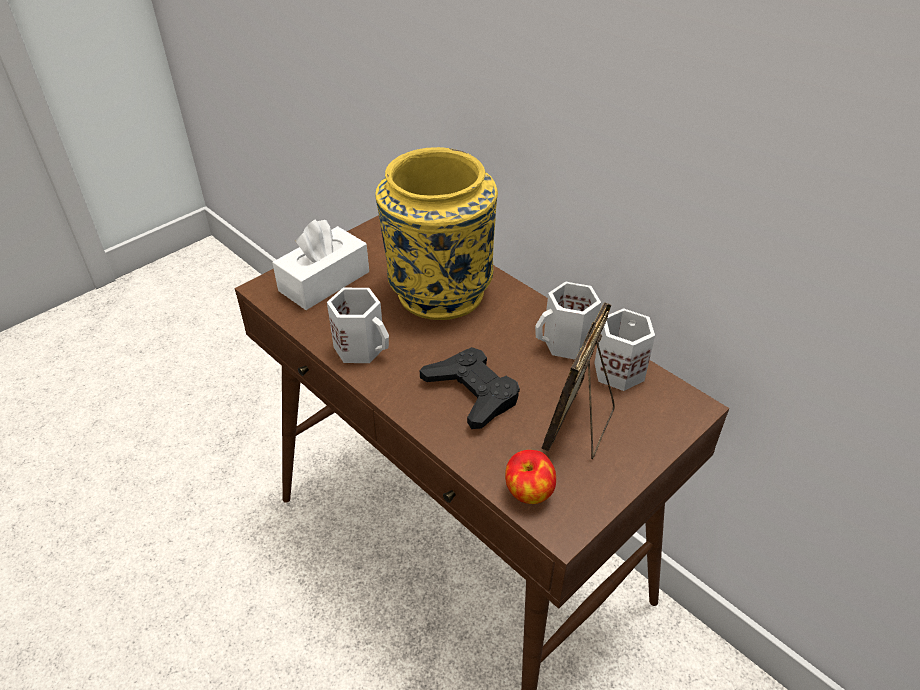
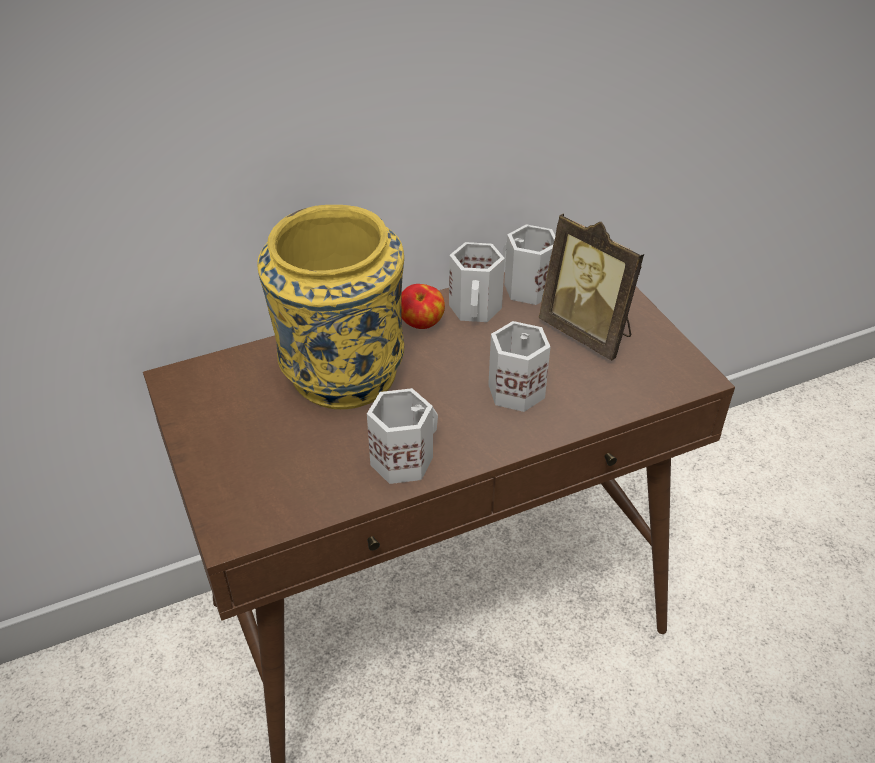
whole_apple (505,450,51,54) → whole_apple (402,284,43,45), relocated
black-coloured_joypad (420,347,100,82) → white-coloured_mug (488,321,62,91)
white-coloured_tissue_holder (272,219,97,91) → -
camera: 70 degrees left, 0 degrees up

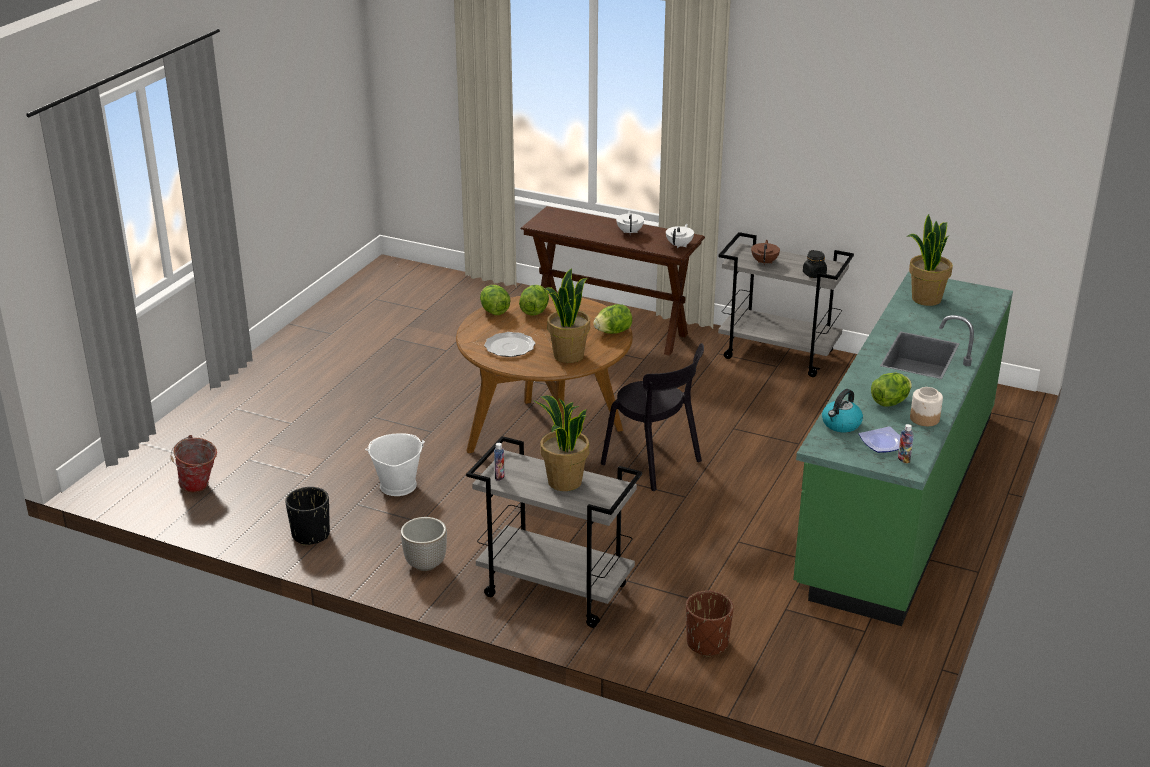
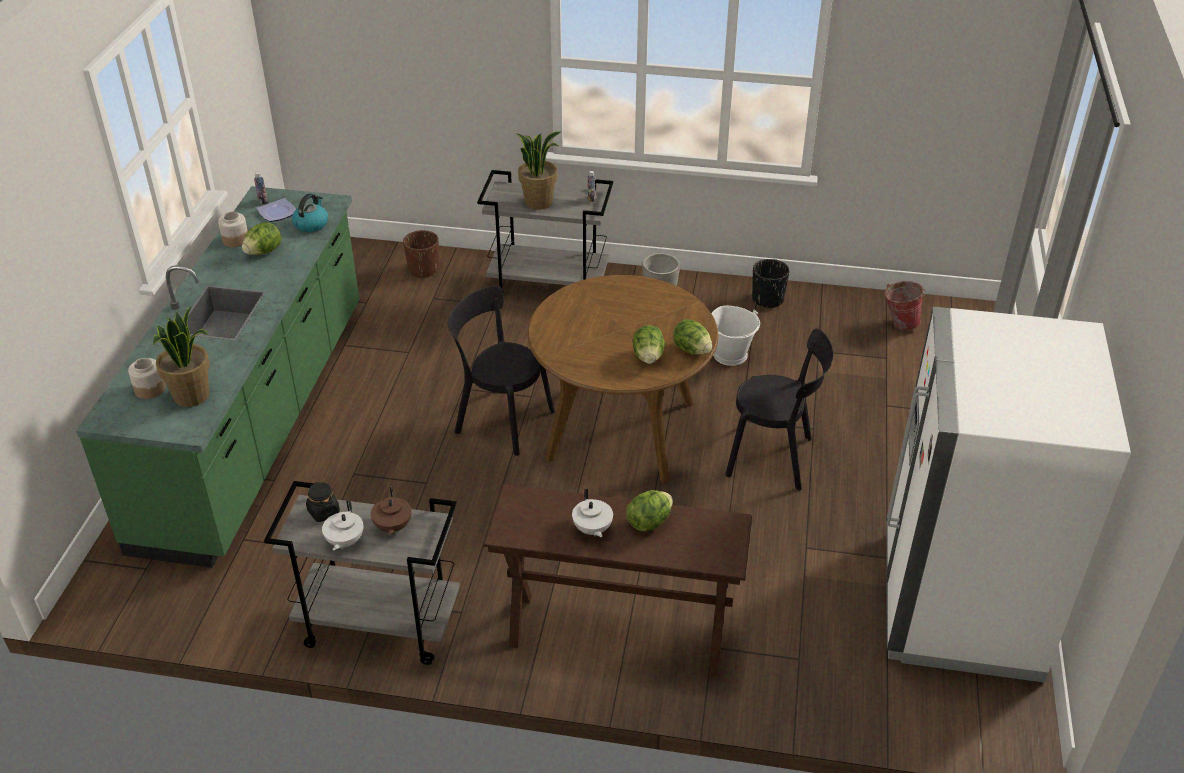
- → storage_jar (128,358,38,41)
white-coloured_pot_for_tea (666,224,28,25) → white-coloured_pot_for_tea (322,501,41,50), relocated
lettuce_head (593,304,39,30) → lettuce_head (626,490,47,42), relocated
- → black-coloured_chair (725,328,108,163)
- → white-coloured_refrigerator (886,306,245,377)
flat_dish (484,332,51,25) → -
plant_in_a_pot (544,268,46,95) → -
camera: 165 degrees right, 10 degrees up

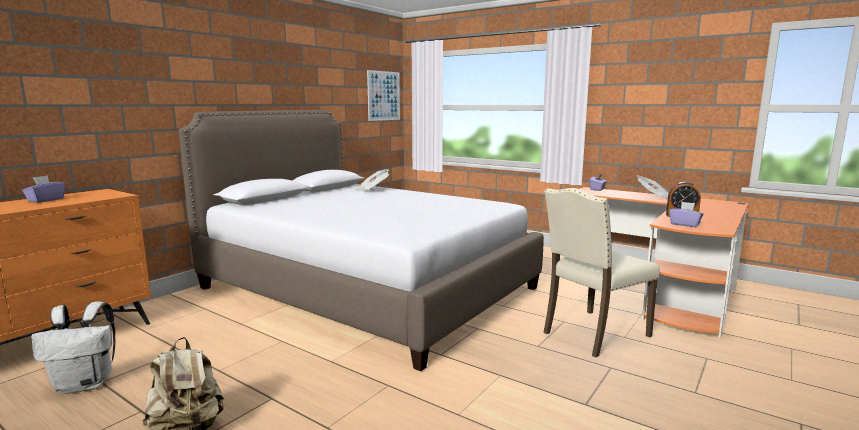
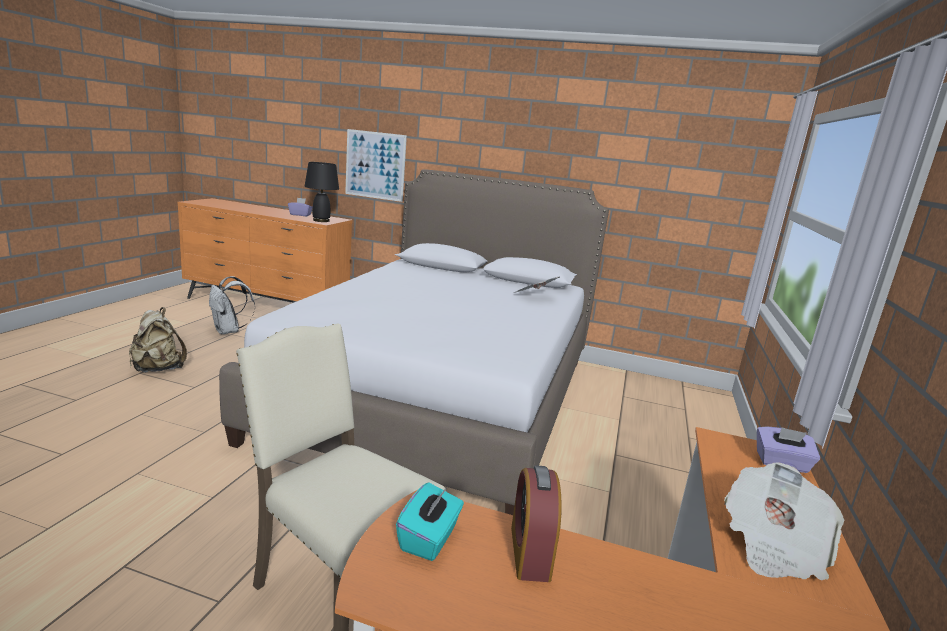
- → black-coloured_tabletop_lamp (304,162,35,60)
wall_art (367,70,33,51) → wall_art (345,129,62,73), relocated
purplish_tissue_holder (669,202,34,25) → turquoise_tissue_holder (396,482,68,79)
camera: 70 degrees right, 5 degrees up

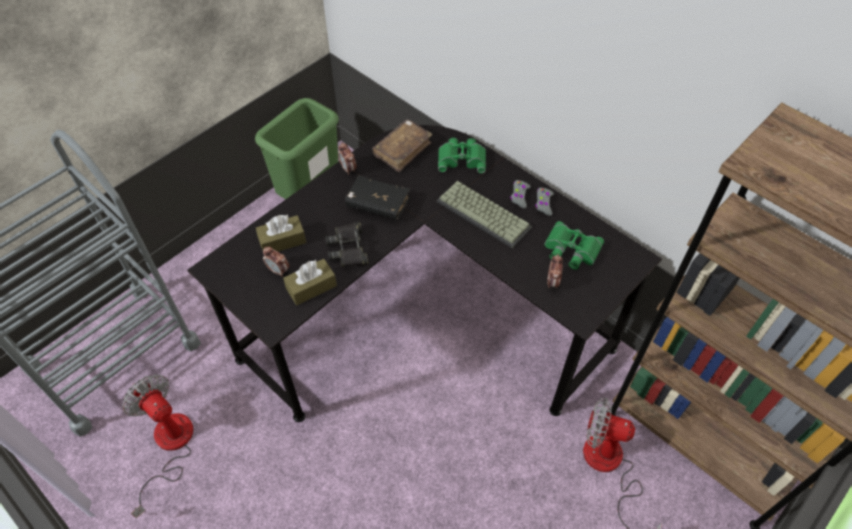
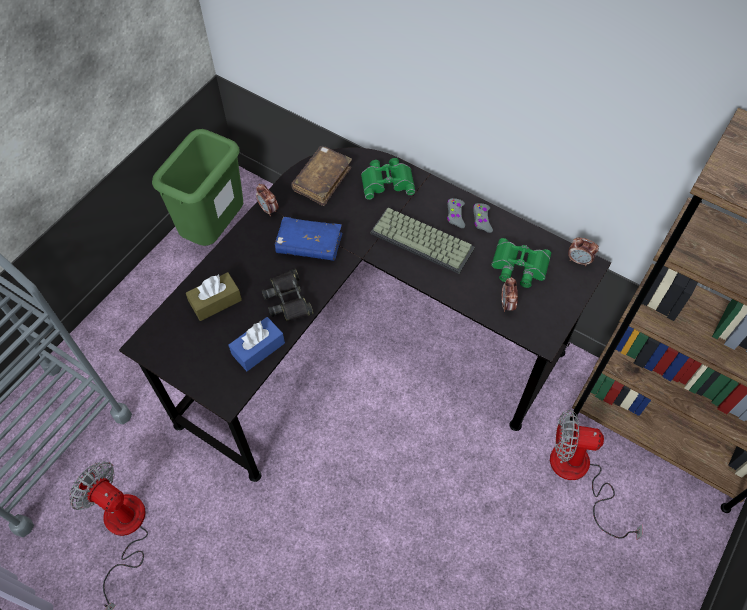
brownish_tissue_holder (283,259,54,46) → blue_tissue_holder (228,317,57,54)
black-coloured_book (345,175,66,45) → blue_book (275,217,67,44)
alarm_clock (263,247,26,30) → alarm_clock (568,237,31,29), relocated
camera: 10 degrees left, 5 degrees up

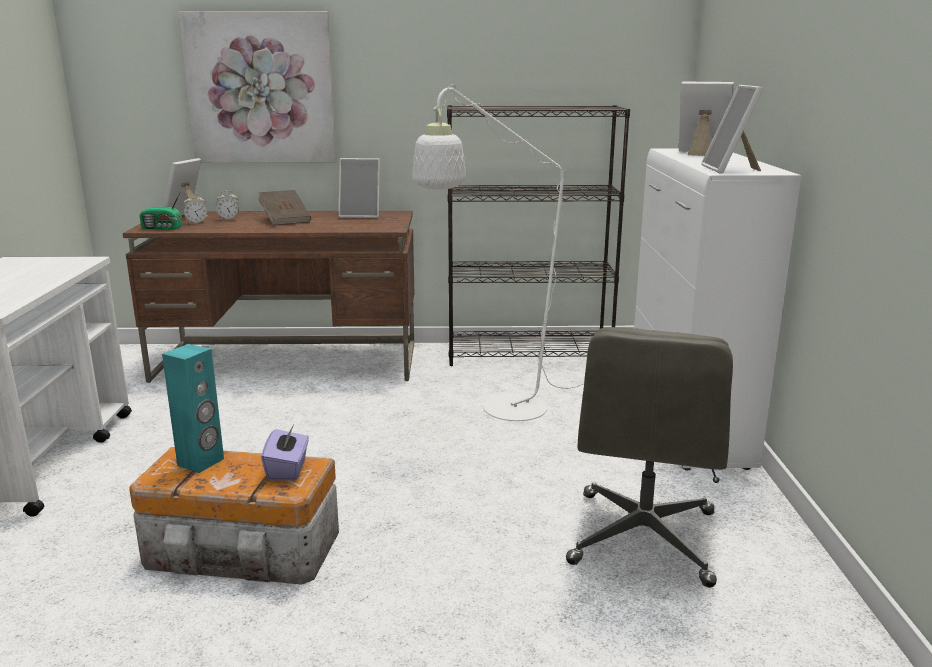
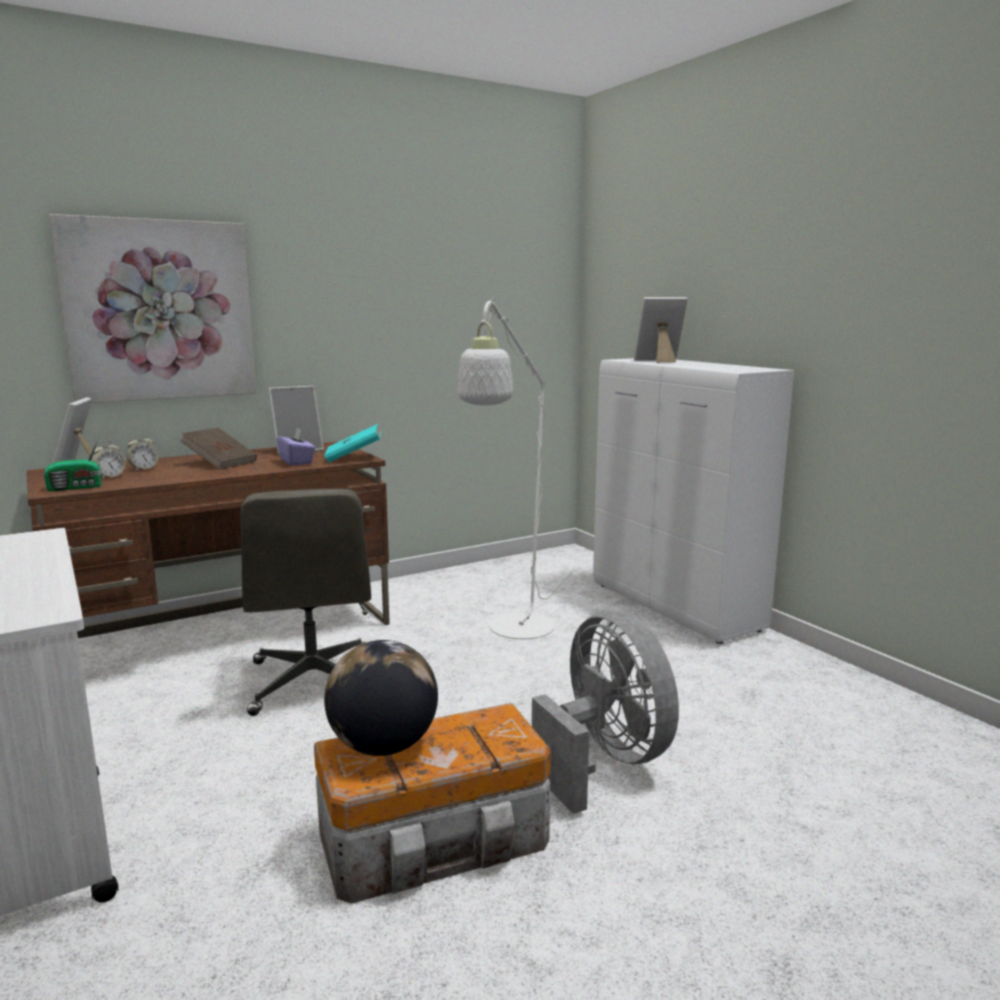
grey_computer_chair (566,327,167,261) → grey_computer_chair (241,489,130,227), relocated
purplish_tissue_holder (261,425,48,56) → purplish_tissue_holder (276,428,39,38), relocated
- → turquoise_book (324,424,58,39)
turquoise_loudspeaker (162,344,62,129) → world_globe (324,640,114,116)
- → grey_cooling_fan (532,611,147,203)
black-coloured_shelving_unit (447,105,183,261) → -
picture_frame (702,85,61,89) → -
camera: 30 degrees left, 5 degrees down

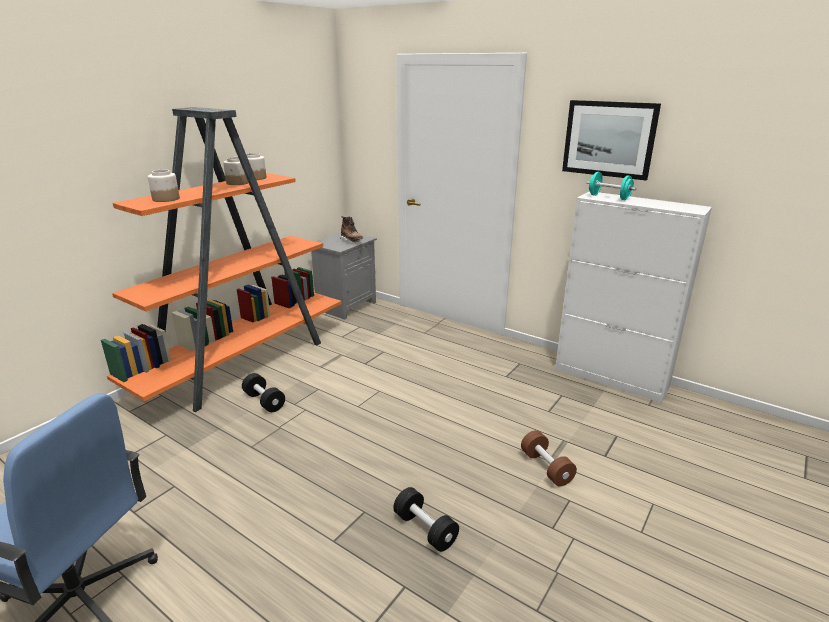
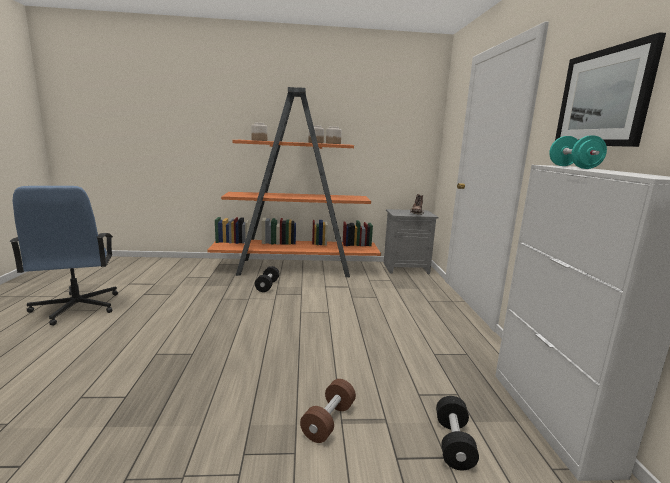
black-coloured_hand_weight (393,487,66,65) → black-coloured_hand_weight (436,396,43,75), relocated
camera: 50 degrees right, 10 degrees down

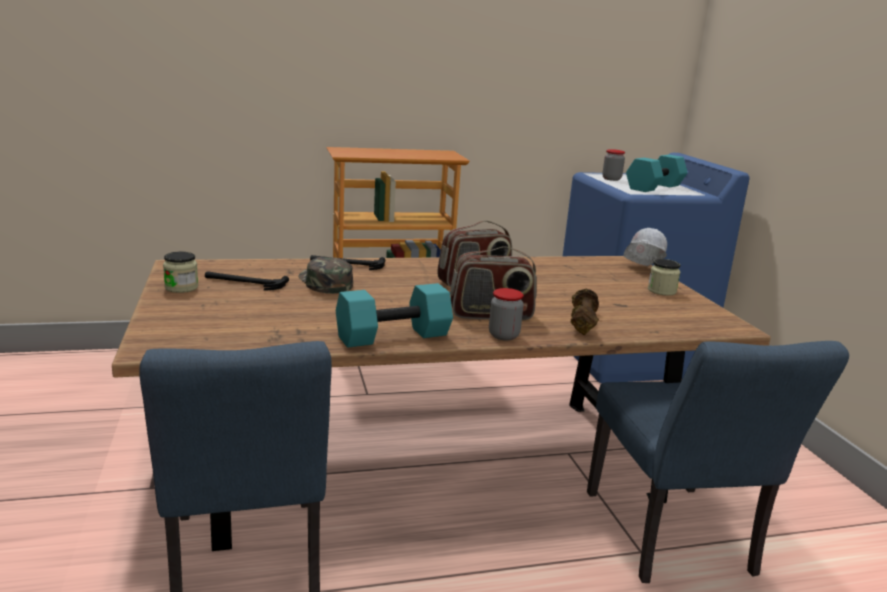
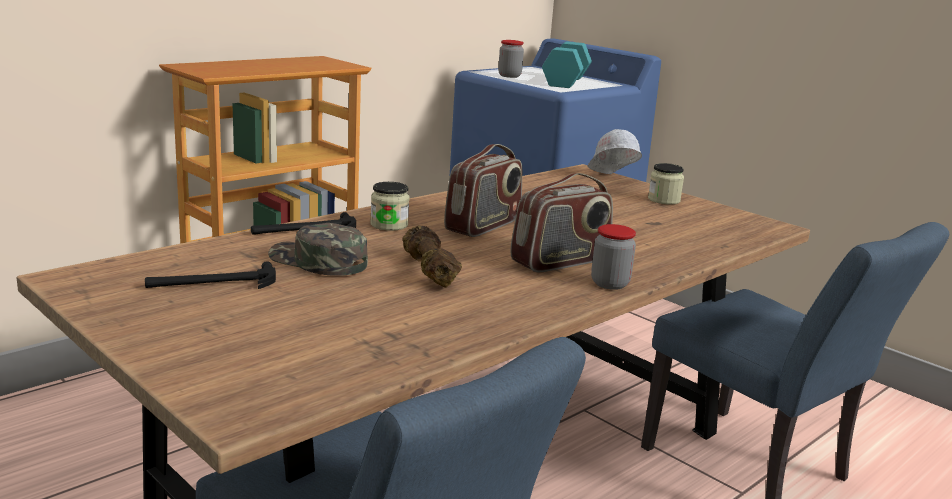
storage_jar (163,252,35,41) → storage_jar (370,182,40,49), relocated
brownish_hand_weight (571,289,28,46) → brownish_hand_weight (402,225,60,63), relocated
turquoise_hand_weight (336,283,117,65) → -
camera: 30 degrees left, 0 degrees up

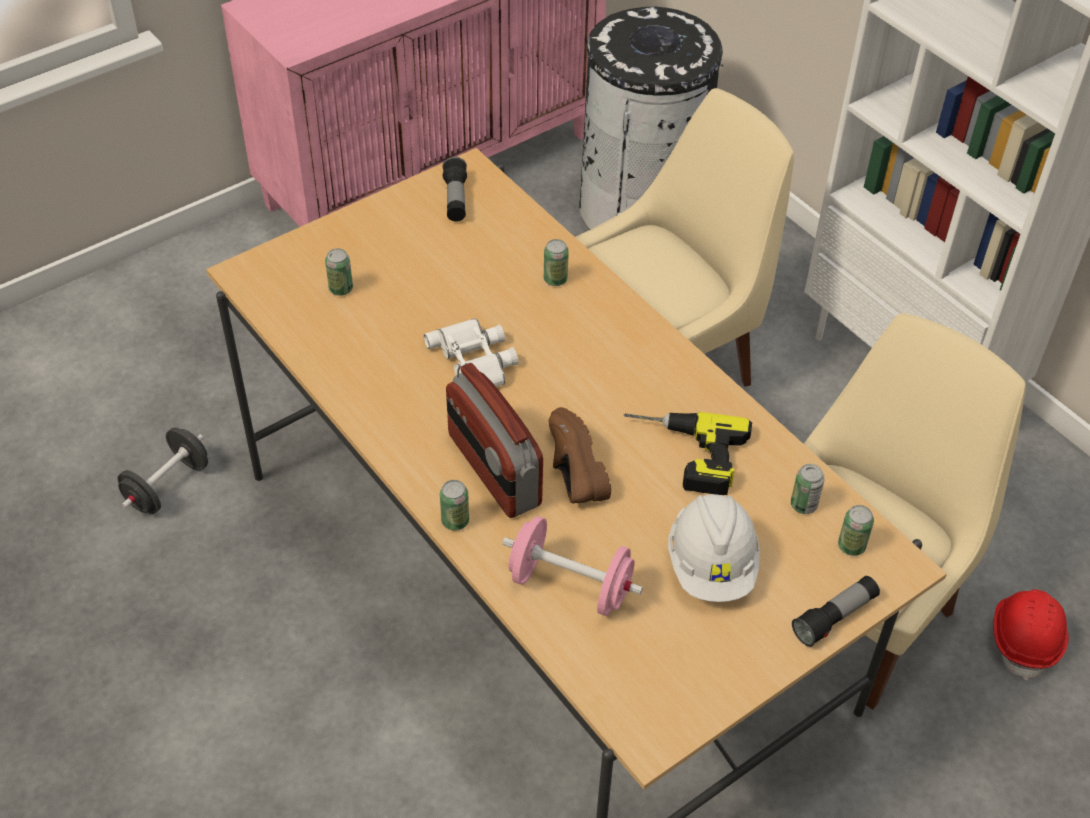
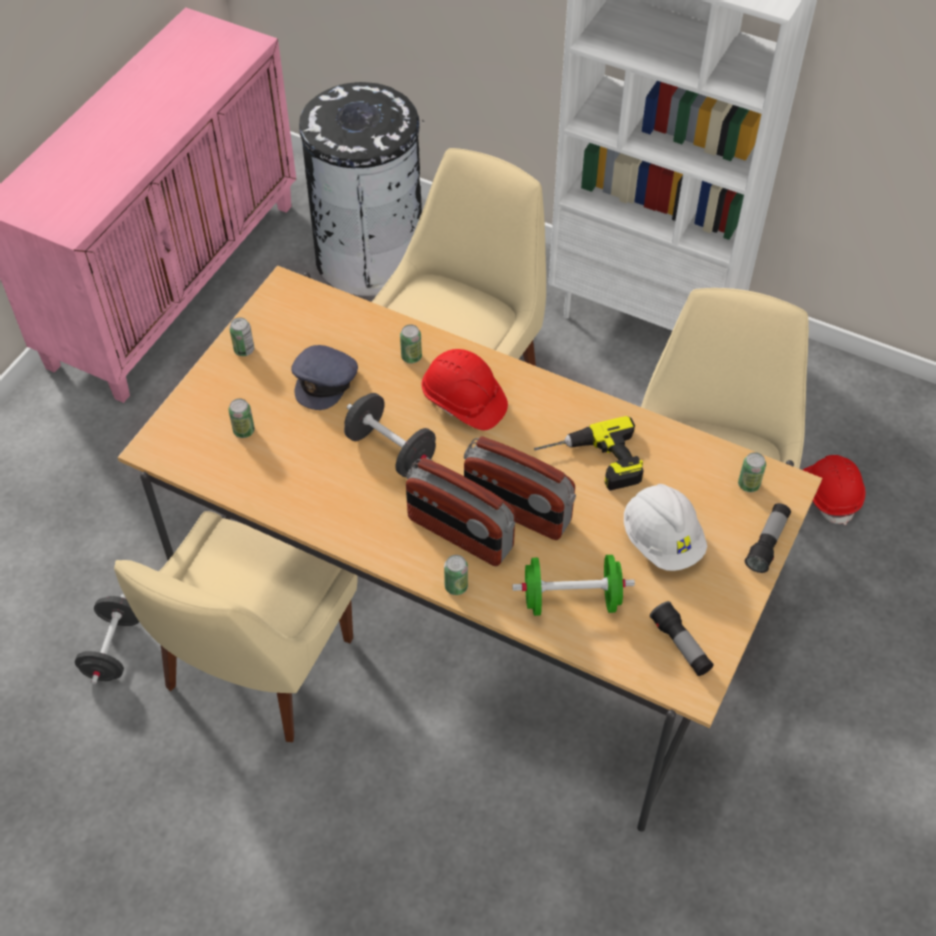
- → beige_chair (114,511,244,231)
can (791,464,34,50) → can (229,317,25,39), relocated
- → grey_peaked_cap (291,345,67,65)
white-coloured_pair_of_binoculars (424,318,95,69) → black-coloured_hand_weight (344,393,92,84)
- → red_work_helmet (422,349,86,81)
brownish_item_of_footwear (549,407,62,96) → radio (464,436,112,104)
pinkish_hand_weight (502,516,141,100) → green_hand_weight (512,555,123,61)
flashlight (443,157,24,65) → flashlight (650,601,64,75), relocated
camera: 25 degrees left, 5 degrees up

